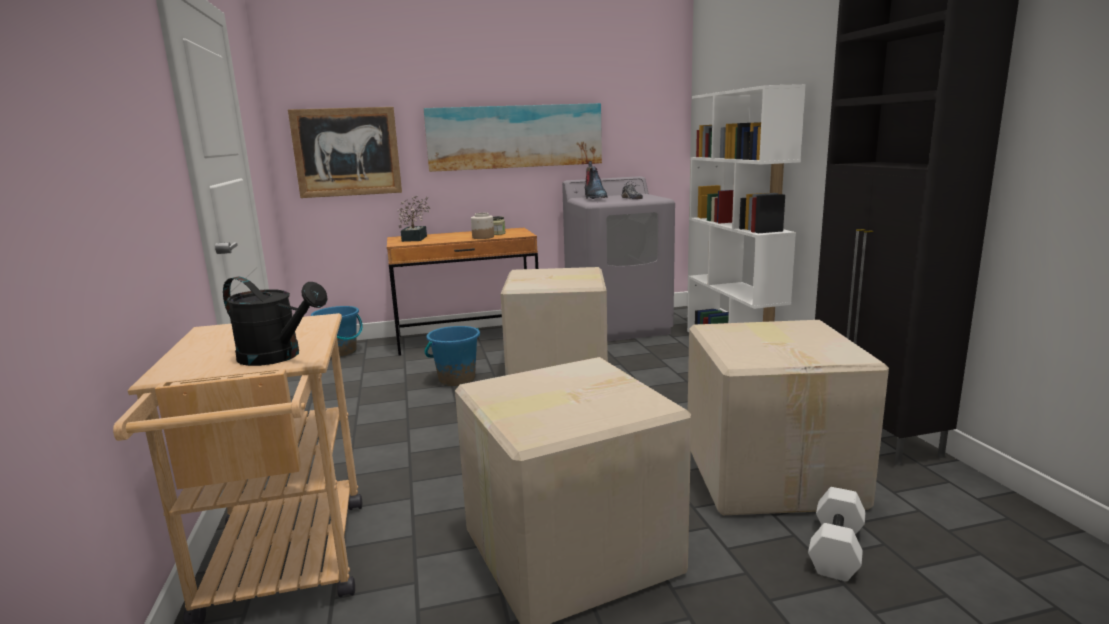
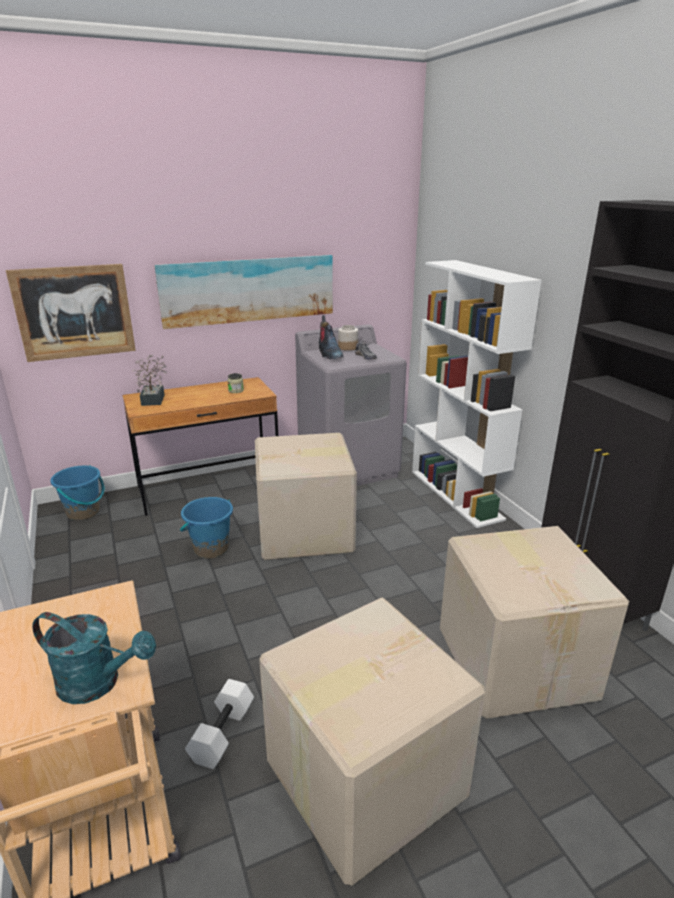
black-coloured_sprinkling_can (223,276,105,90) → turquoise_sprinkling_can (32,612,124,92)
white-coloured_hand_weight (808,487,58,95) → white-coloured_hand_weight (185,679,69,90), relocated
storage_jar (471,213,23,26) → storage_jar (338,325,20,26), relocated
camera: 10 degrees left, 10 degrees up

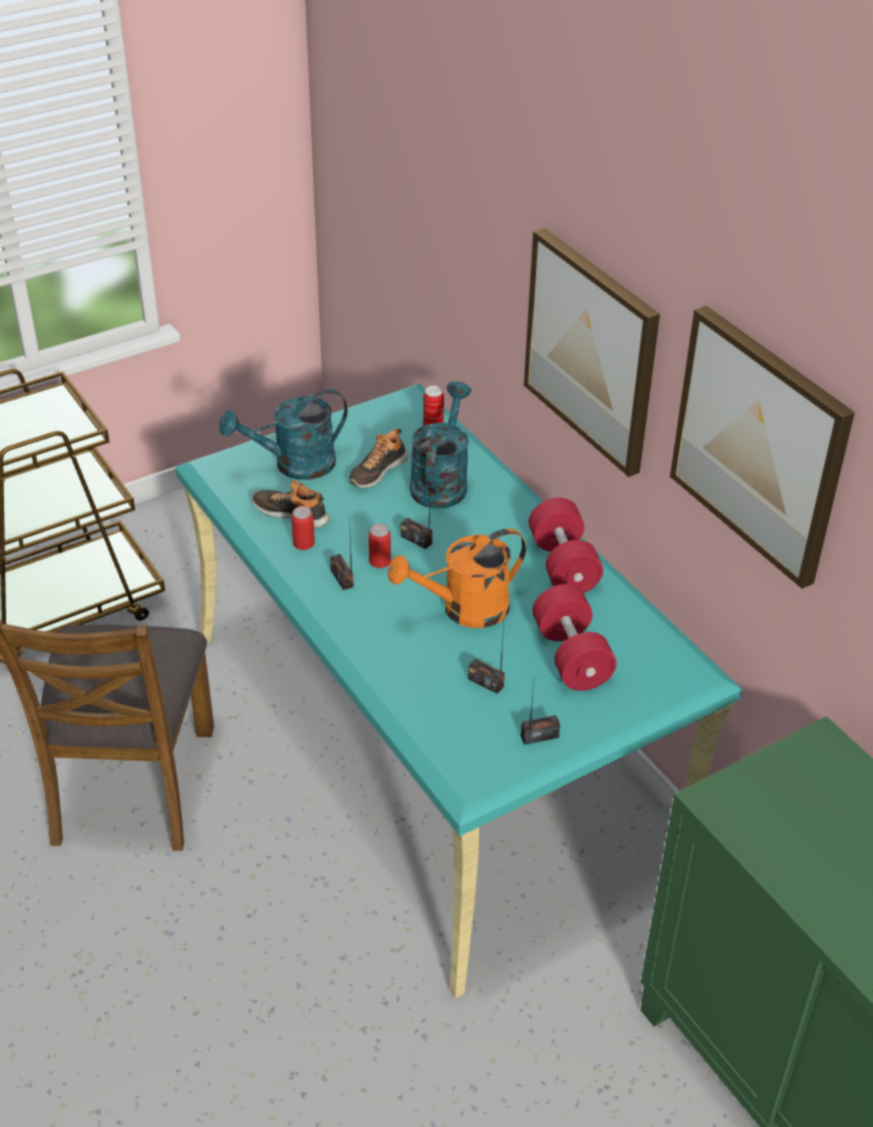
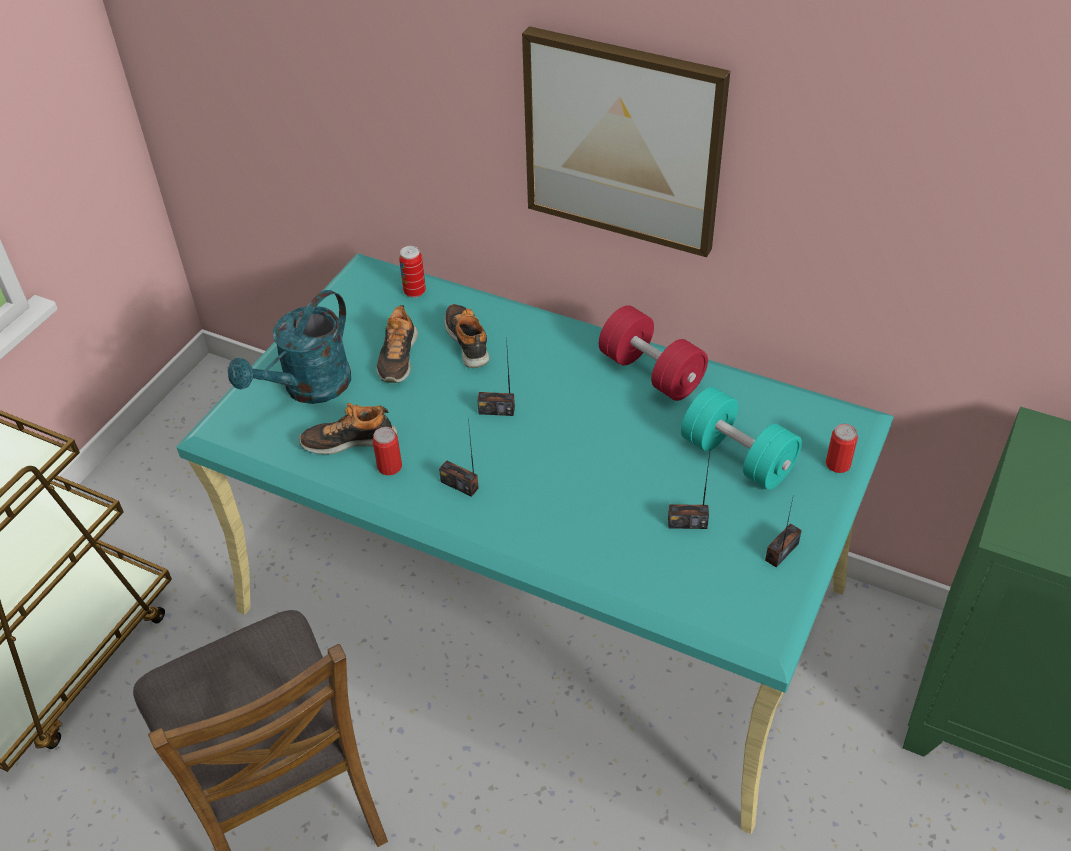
turquoise_sprinkling_can (410,381,61,128) → item_of_footwear (444,304,46,64)
red_hand_weight (532,584,85,107) → turquoise_hand_weight (681,387,121,103)
can (369,524,22,44) → can (826,424,32,49), relocated
orange_sprinkling_can (388,528,138,100) → -
wall_art (670,306,185,283) → -
camera: 30 degrees left, 5 degrees up

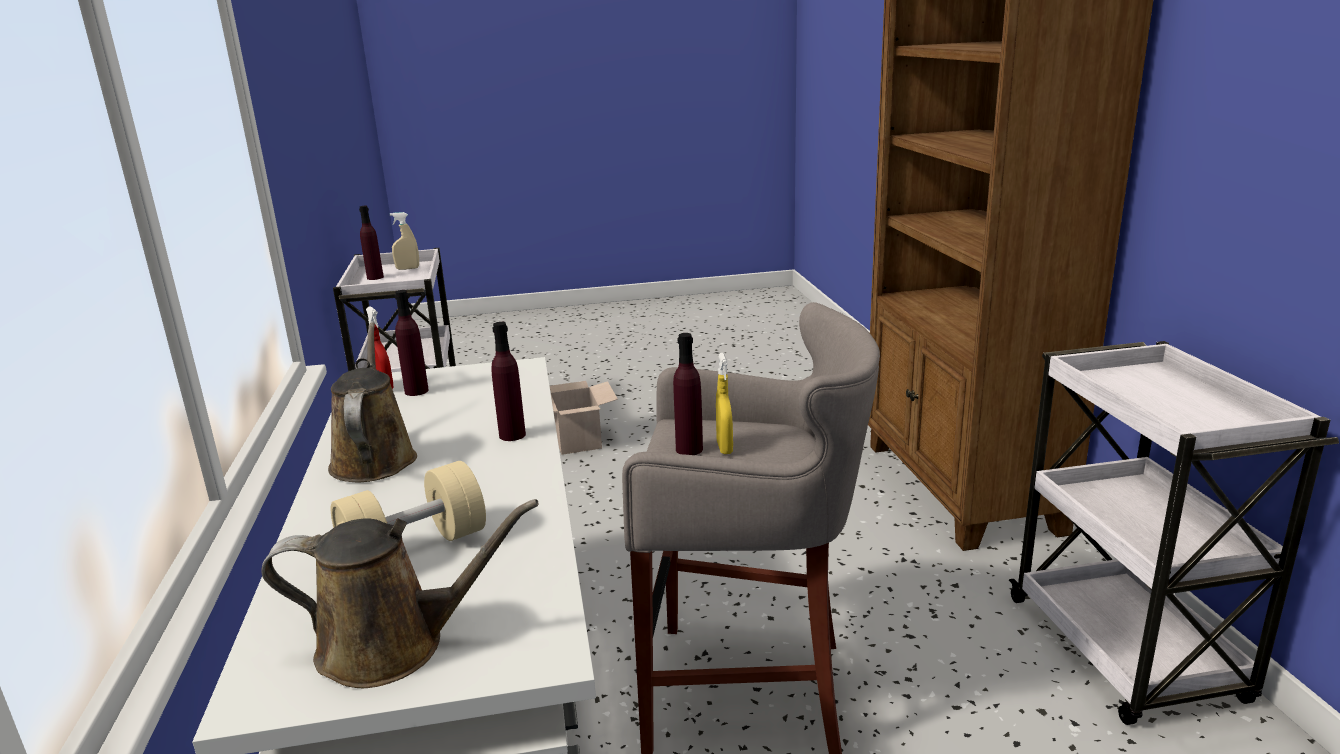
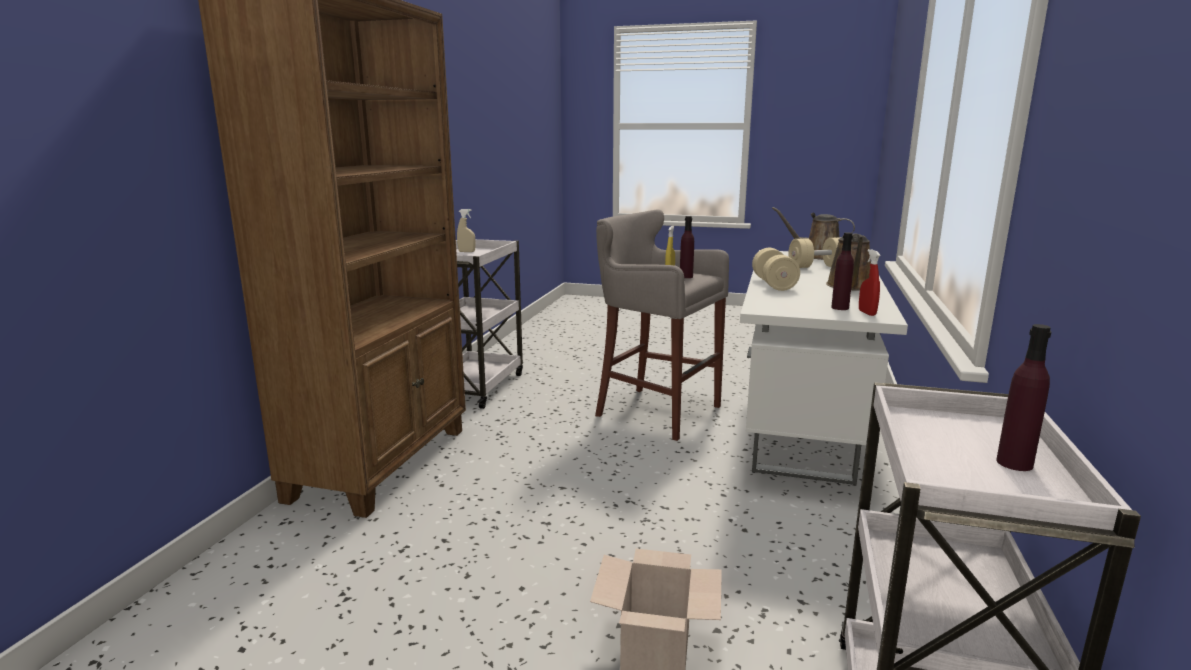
beige_hand_sprayer (390,212,29,58) → beige_hand_sprayer (457,209,18,43), relocated
purplish_bottle (491,322,35,119) → beige_hand_weight (752,248,48,43)
camera: 155 degrees left, 5 degrees down

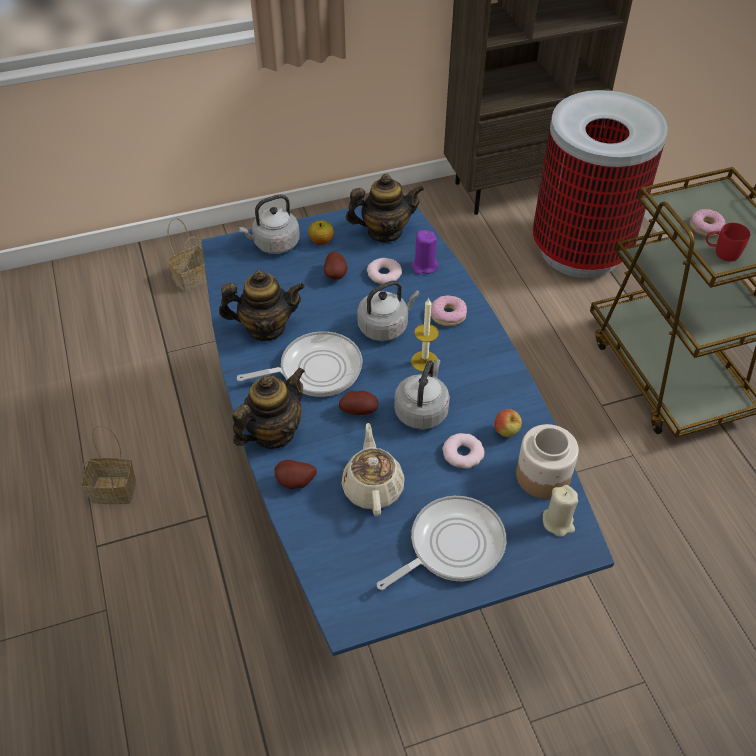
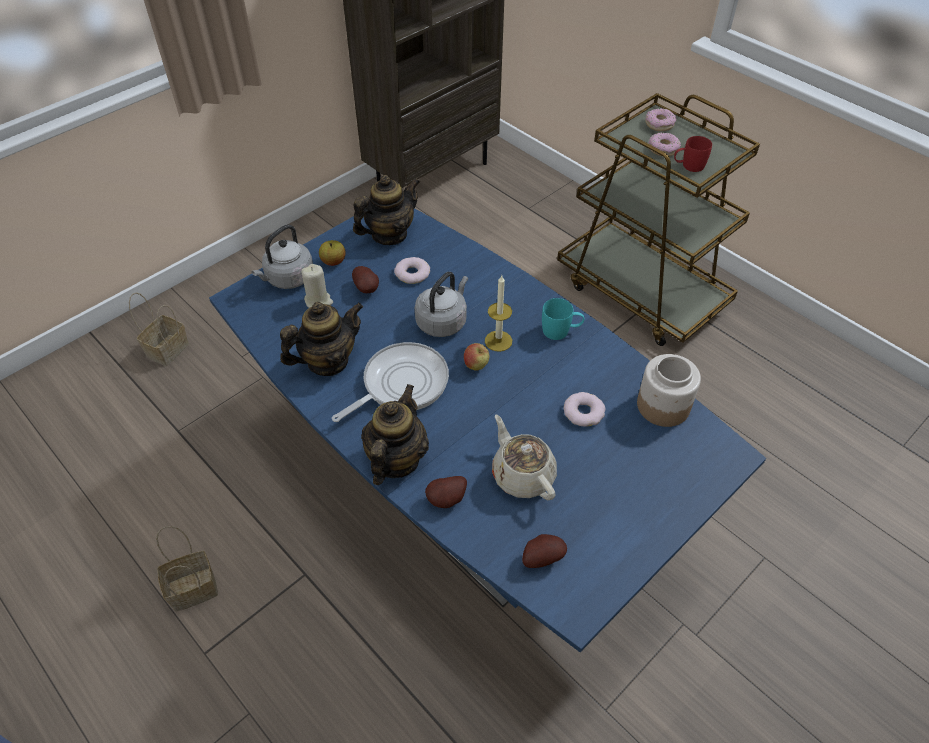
beige_wax_light (543,485,35,52) → beige_wax_light (301,264,32,44), relocated
whole_apple (495,409,27,28) → whole_apple (464,343,25,28), relocated
whole_potato (339,391,39,24) → whole_potato (522,534,45,34), relocated
- → turquoise_mug (542,298,42,42)
doughnut (431,295,36,31) → doughnut (645,109,31,22), relocated
frying_pan (377,496,129,94) → -
grey_tea_kettle (394,359,56,71) → -
purplish_wax_light (411,230,27,44) → -
trash_can (533,90,135,188) → -
camera: 25 degrees left, 0 degrees up

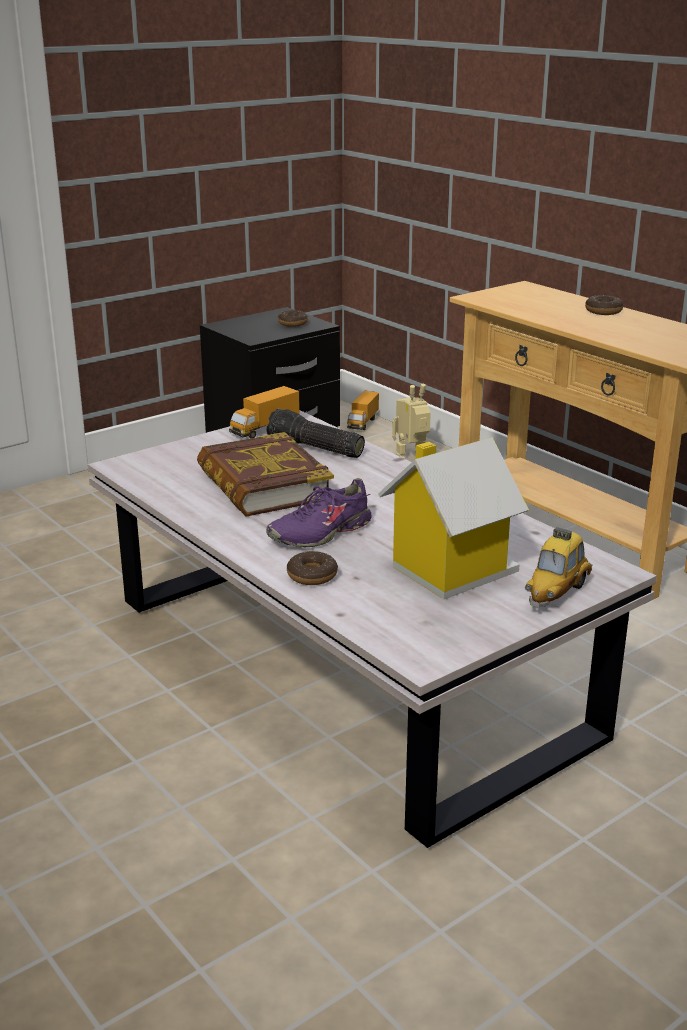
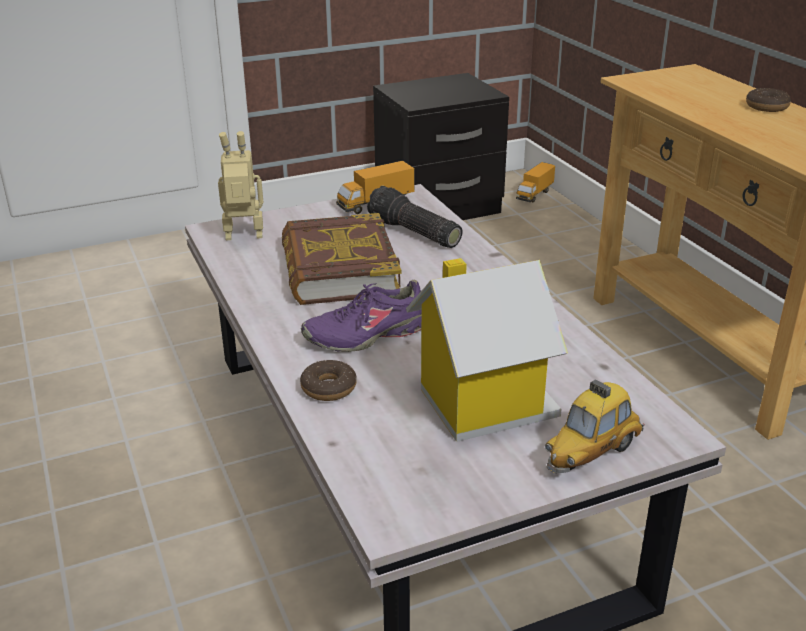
robot_figure (392,384,39,75) → robot_figure (218,131,45,109), relocated
doughnut (278,310,30,17) → -
camera: 15 degrees right, 5 degrees up

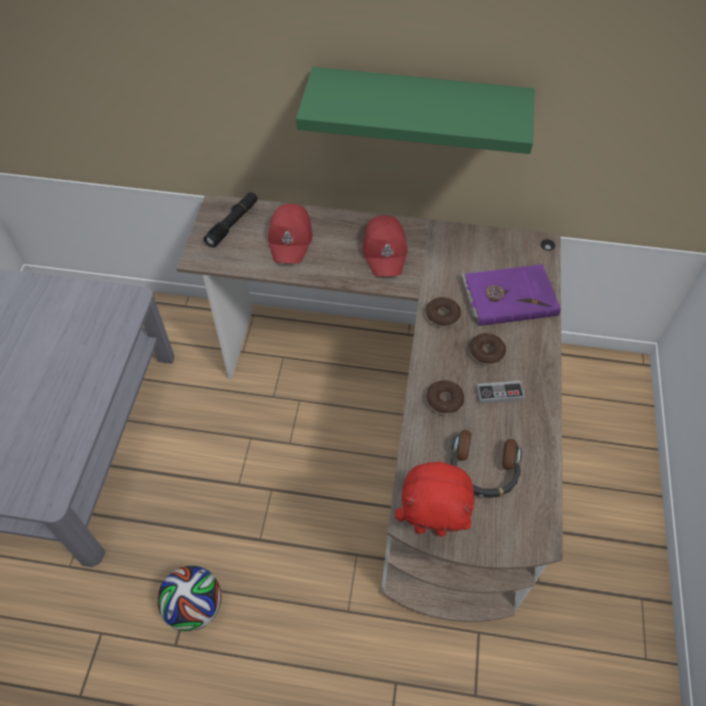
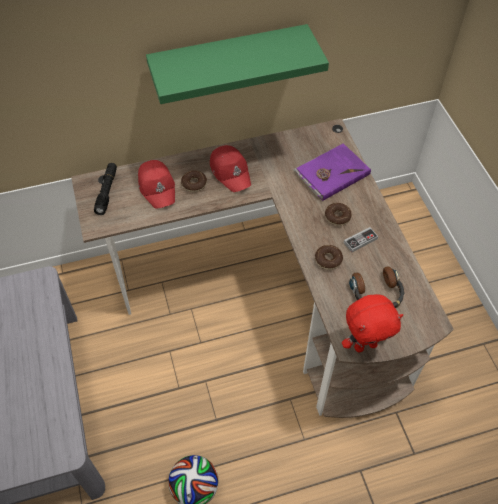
doughnut (426,297,35,30) → doughnut (181,170,26,22), relocated
camera: 25 degrees left, 0 degrees up

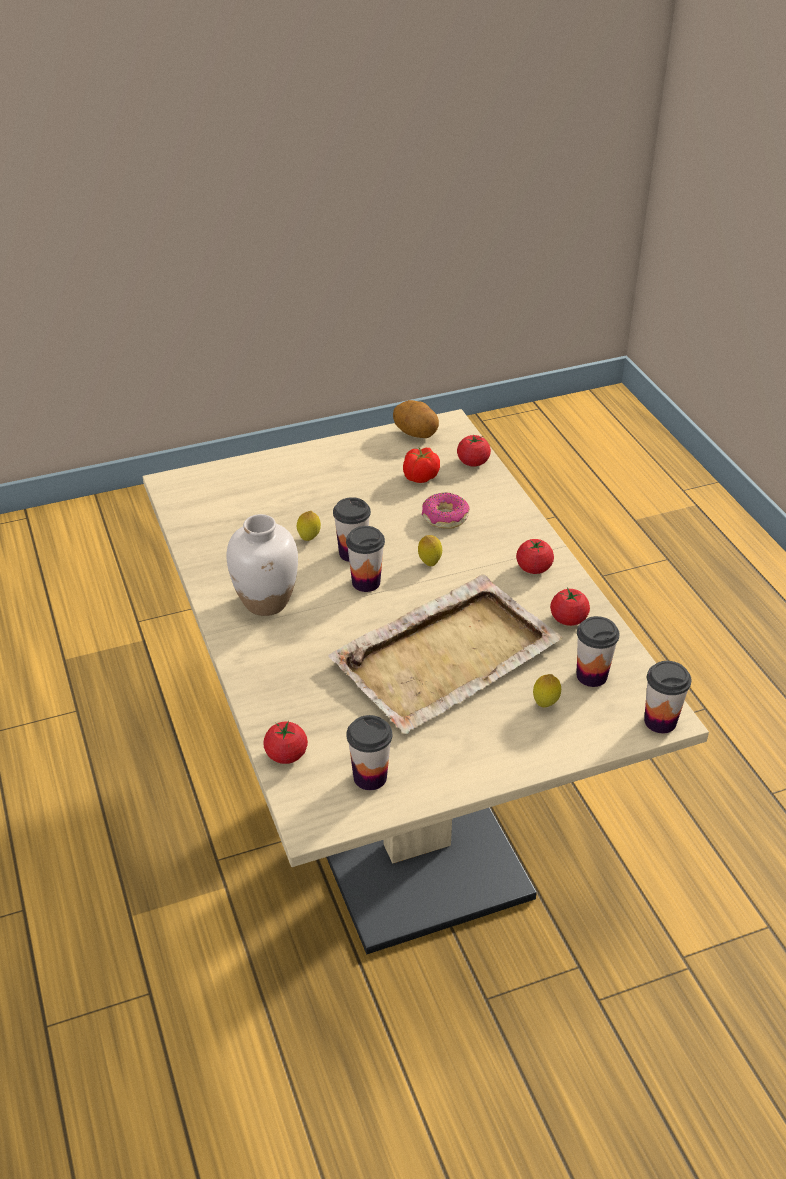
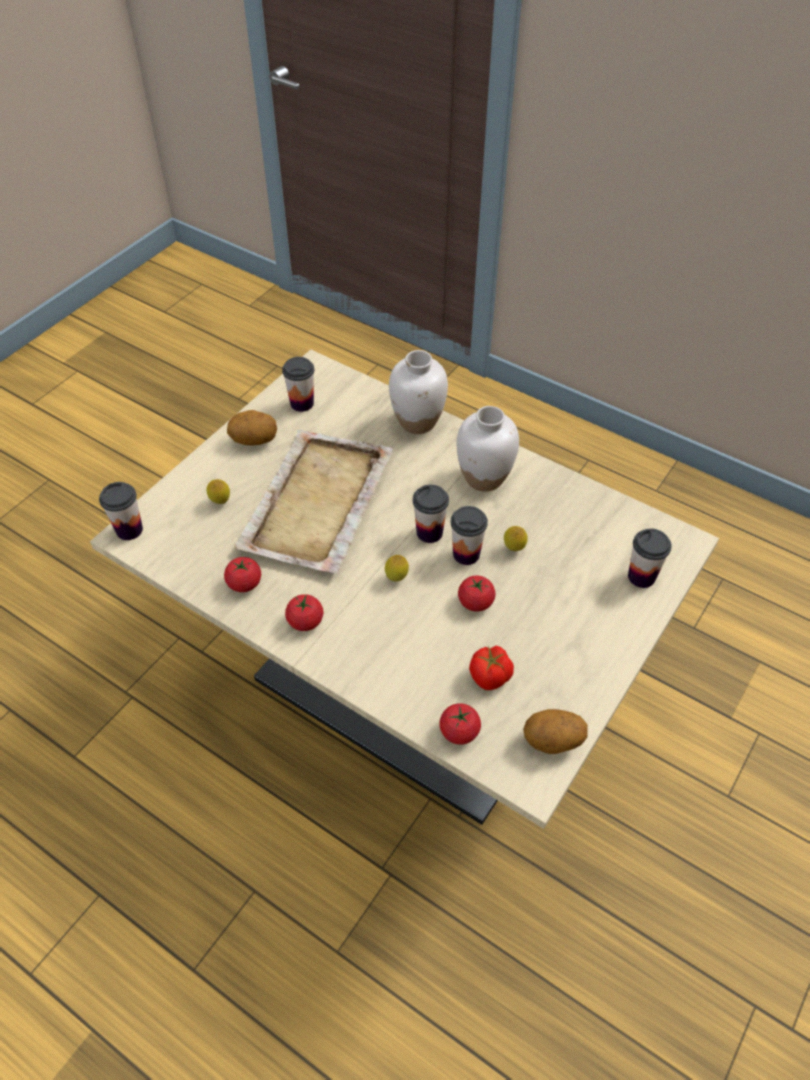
- → whole_potato (227,410,50,36)
- → white-coloured_flower_vase (389,350,59,84)
whole_tomato (263,721,45,43) → whole_tomato (458,575,37,37), relocated
cup (577,616,43,71) → cup (628,528,44,60), relocated
doughnut (422,493,48,35) → -
camera: 145 degrees right, 10 degrees up

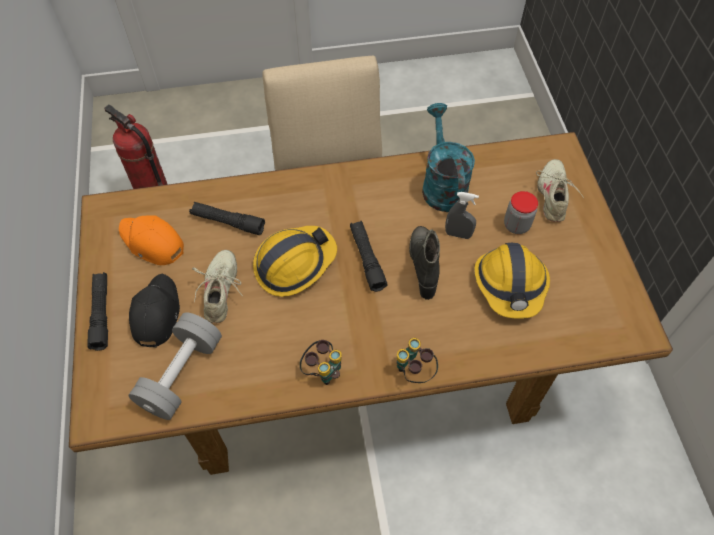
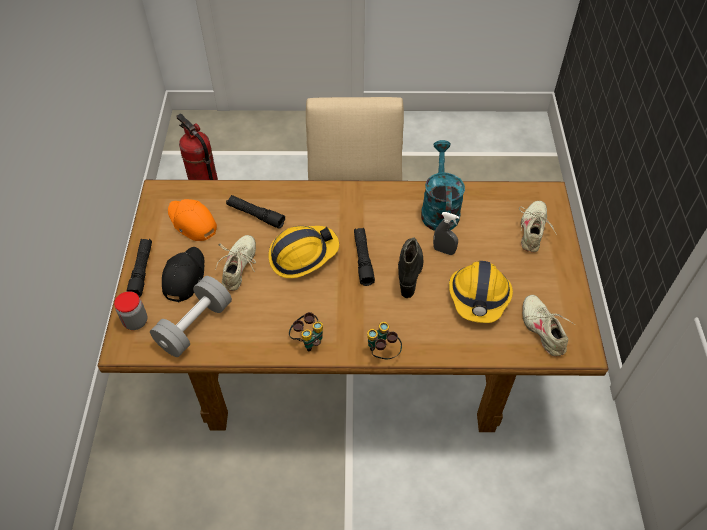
storage_jar (504,191,34,43) → storage_jar (114,291,33,39), relocated
- → beige_item_of_footwear (522,295,53,62)
camera: 10 degrees right, 5 degrees down

